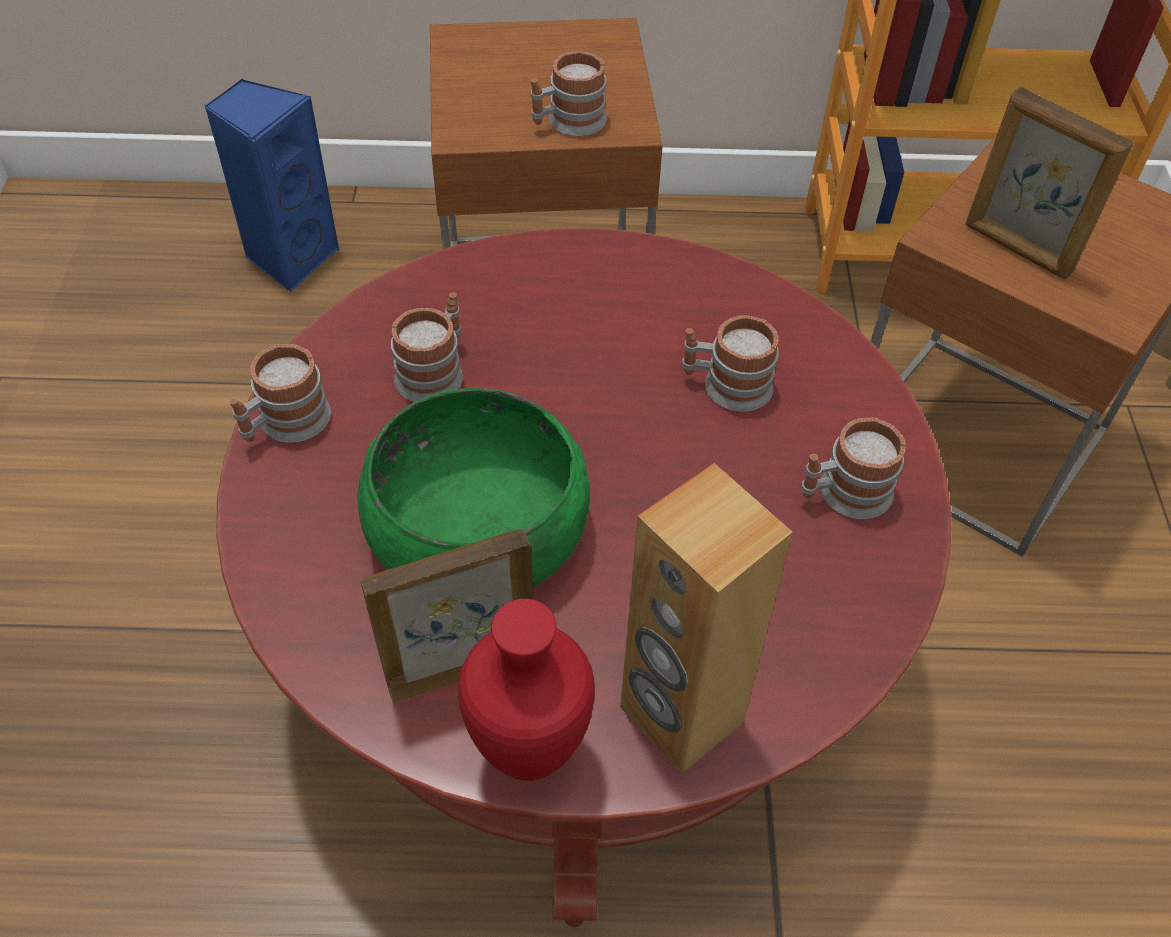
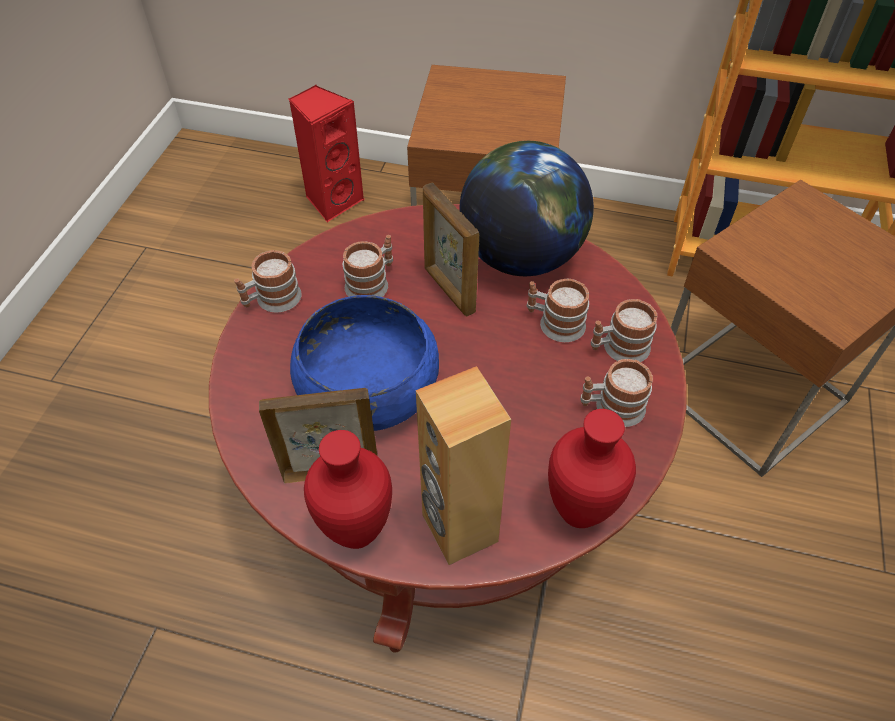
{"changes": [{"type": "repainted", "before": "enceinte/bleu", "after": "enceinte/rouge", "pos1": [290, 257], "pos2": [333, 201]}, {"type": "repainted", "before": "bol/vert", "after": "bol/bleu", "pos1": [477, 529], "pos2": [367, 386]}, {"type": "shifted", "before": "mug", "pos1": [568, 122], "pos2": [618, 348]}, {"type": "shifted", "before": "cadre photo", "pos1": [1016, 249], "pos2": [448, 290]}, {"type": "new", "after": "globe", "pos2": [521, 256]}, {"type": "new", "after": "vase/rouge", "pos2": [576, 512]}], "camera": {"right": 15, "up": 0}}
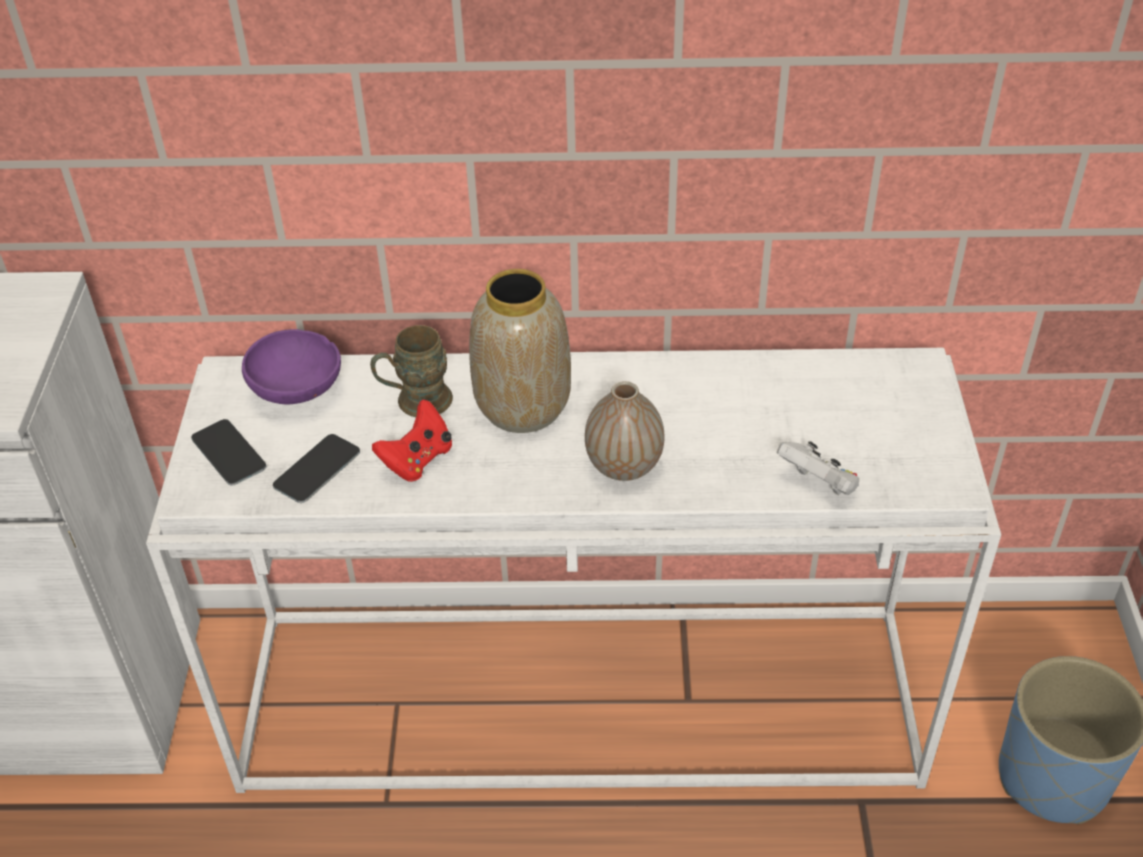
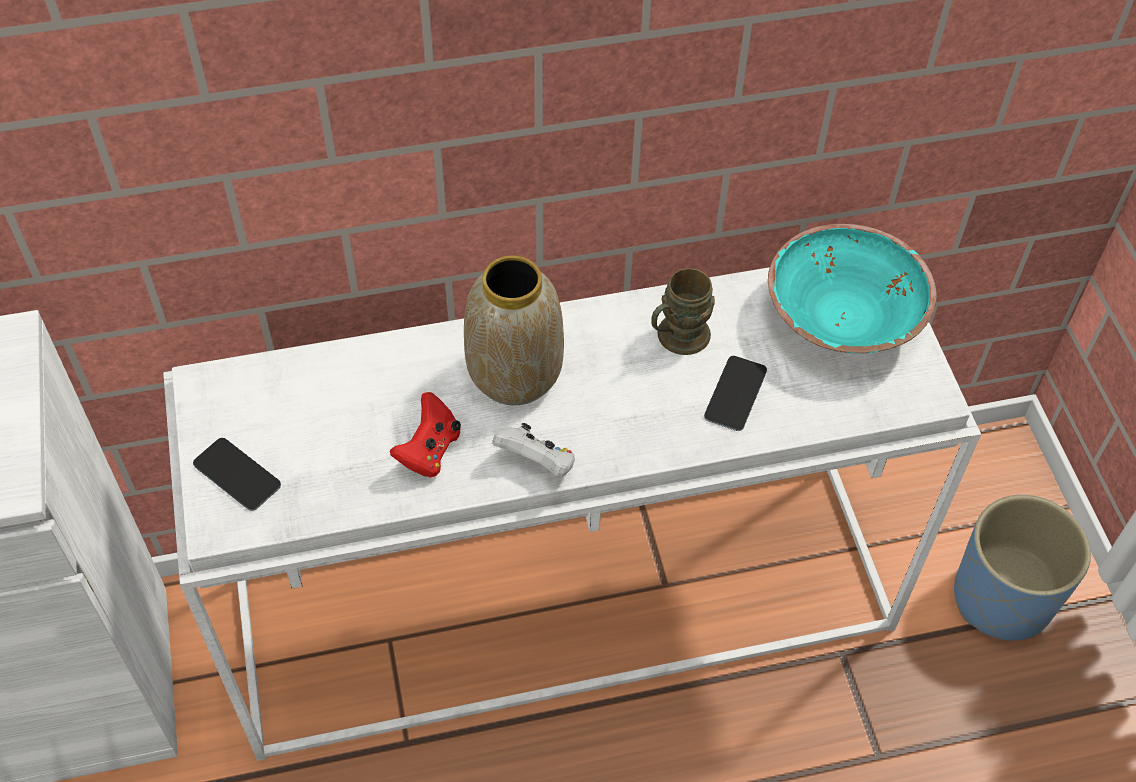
{"changes": [{"type": "gone", "before": "bol/violet", "pos1": [299, 391]}, {"type": "shifted", "before": "téléphone", "pos1": [317, 469], "pos2": [735, 394]}, {"type": "shifted", "before": "mug/marron", "pos1": [415, 403], "pos2": [676, 339]}, {"type": "gone", "before": "vase", "pos1": [624, 466]}, {"type": "shifted", "before": "manette/blanc", "pos1": [819, 485], "pos2": [537, 463]}, {"type": "new", "after": "bol/turquoise", "pos2": [844, 318]}], "camera": {"right": -15, "up": 10}}
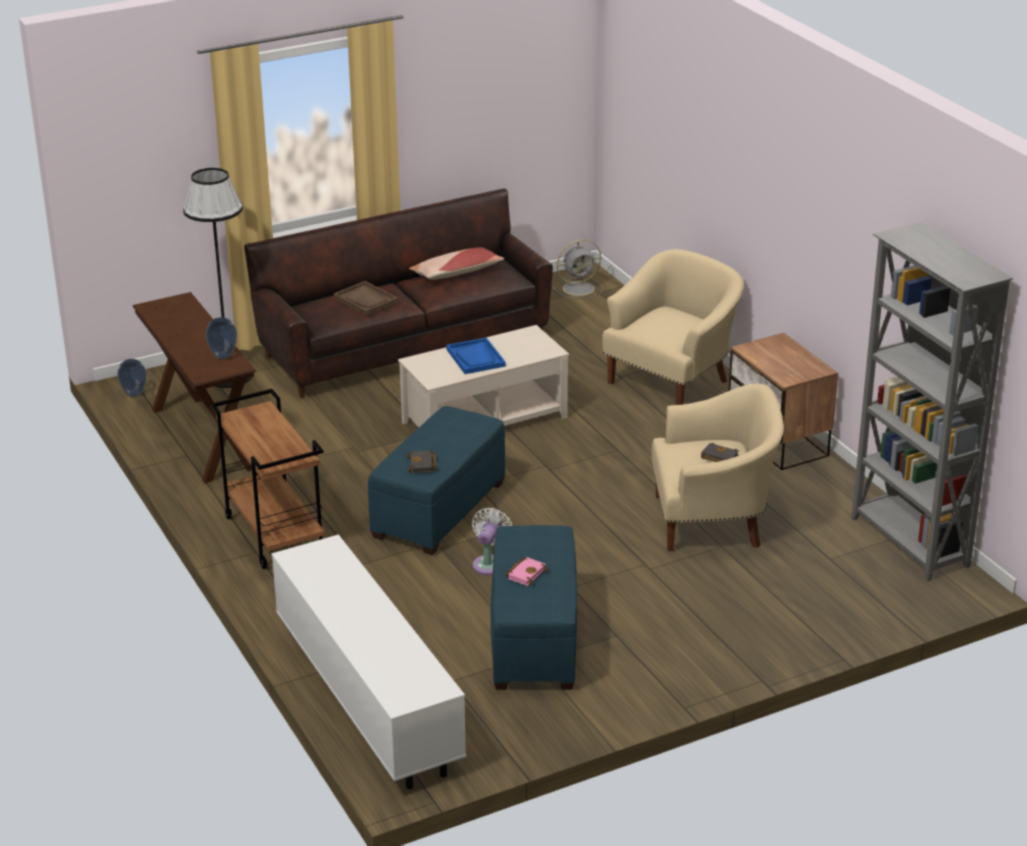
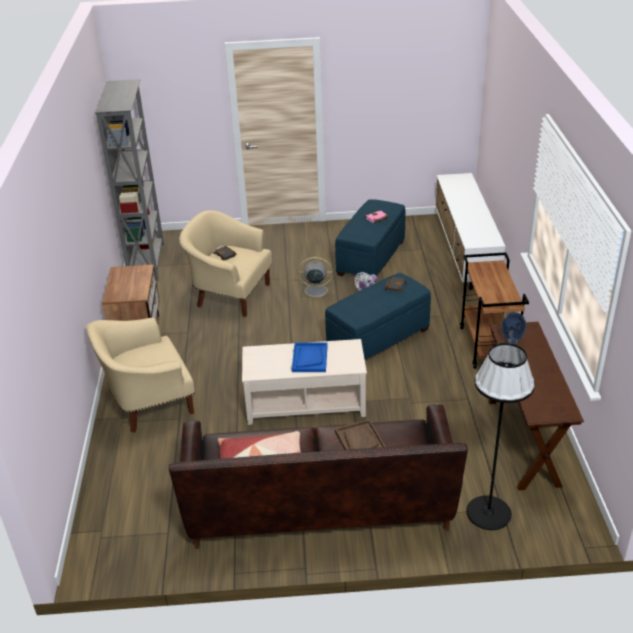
{"changes": [{"type": "gone", "before": "vase", "pos1": [134, 393]}, {"type": "shifted", "before": "ventilateur/gris", "pos1": [580, 288], "pos2": [315, 290]}], "camera": {"right": -155, "up": 5}}
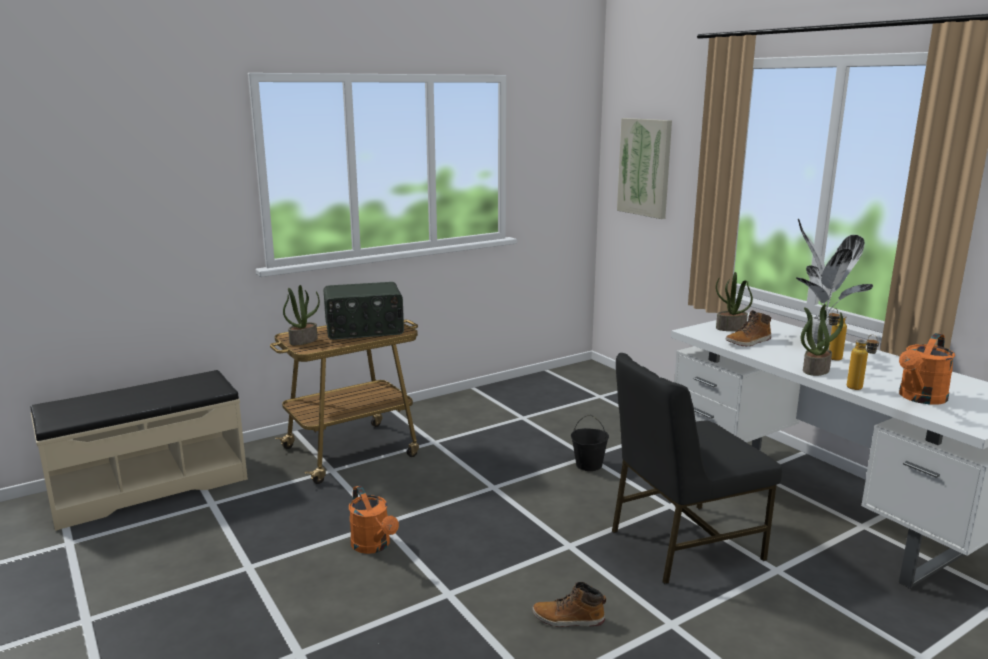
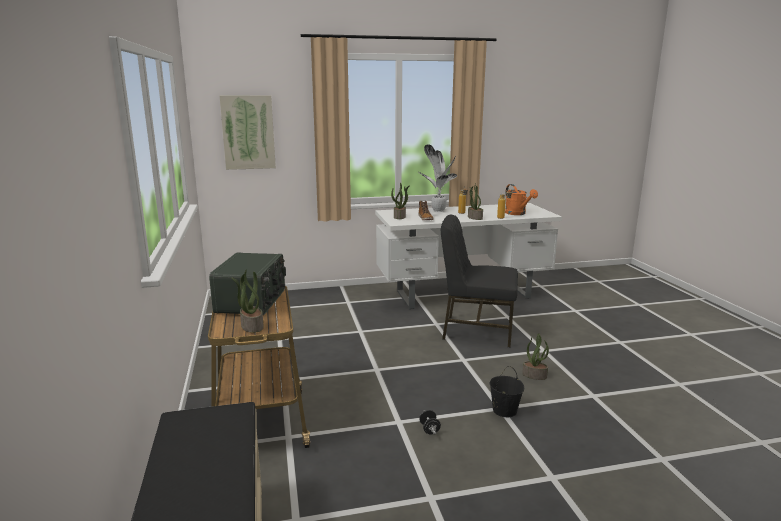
{"changes": [{"type": "swapped", "before": "arrosoir/orange", "after": "haltère/noir", "pos1": [374, 546], "pos2": [429, 429]}, {"type": "swapped", "before": "botte", "after": "plante en pot", "pos1": [568, 619], "pos2": [535, 375]}, {"type": "shifted", "before": "seau/noir", "pos1": [589, 465], "pos2": [504, 410]}, {"type": "rotated", "before": "chaise/noir", "pos1": [682, 544], "pos2": [476, 330], "turn": 105}], "camera": {"right": -70, "up": 0}}
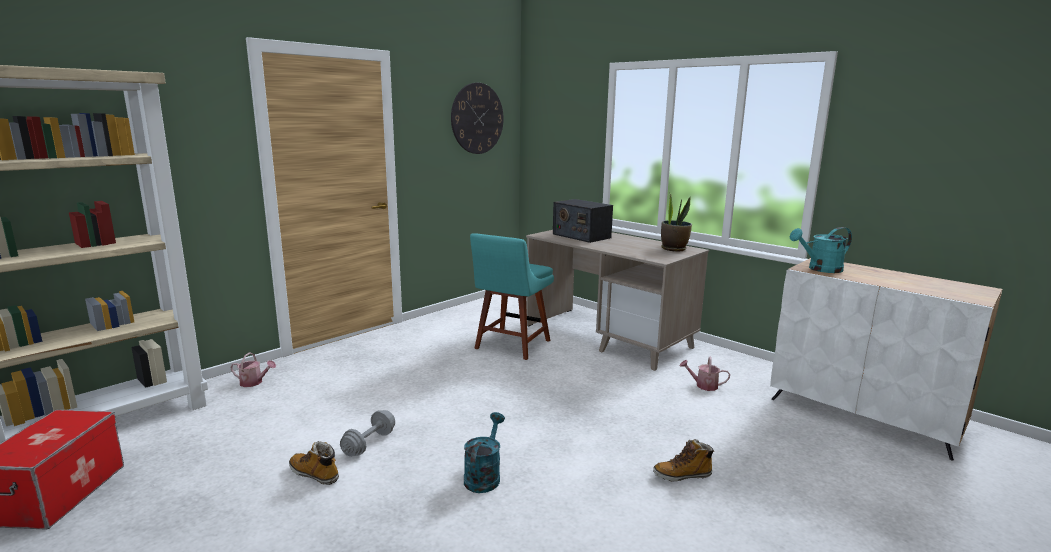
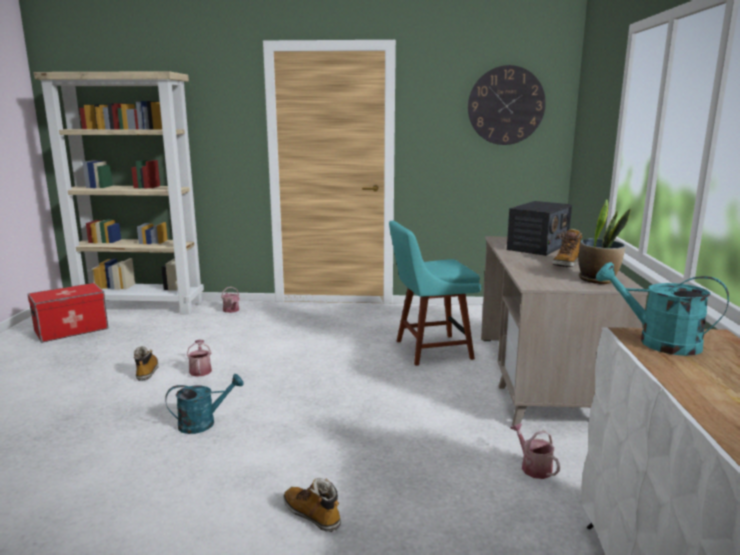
{"changes": [{"type": "swapped", "before": "haltère/gris", "after": "arrosoir", "pos1": [369, 444], "pos2": [200, 370]}, {"type": "rotated", "before": "radio", "pos1": [581, 236], "pos2": [538, 247], "turn": -150}, {"type": "new", "after": "botte", "pos2": [566, 264]}], "camera": {"right": 50, "up": 0}}
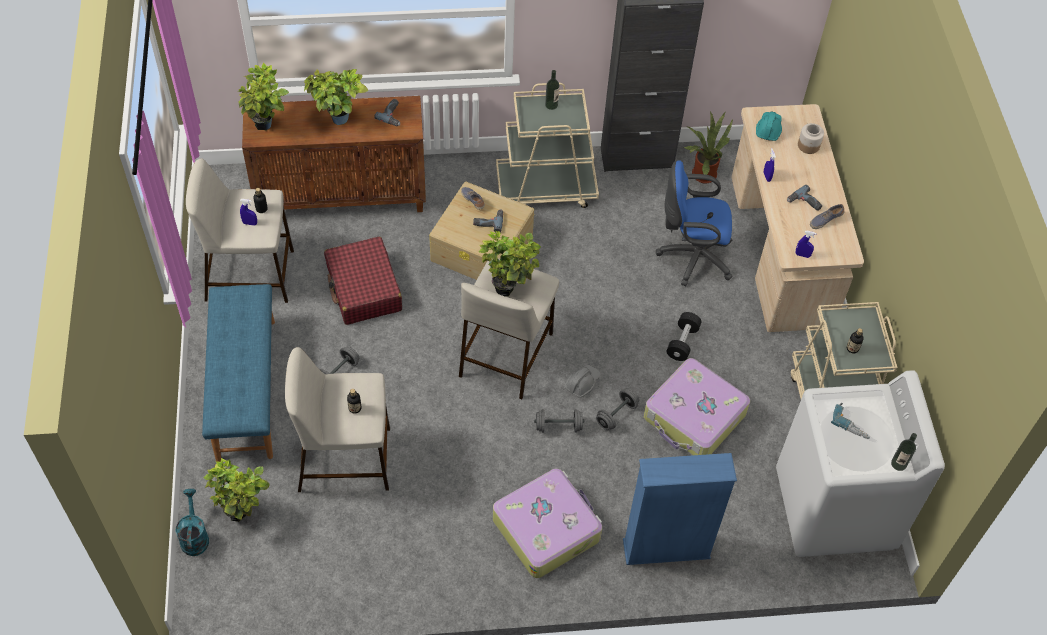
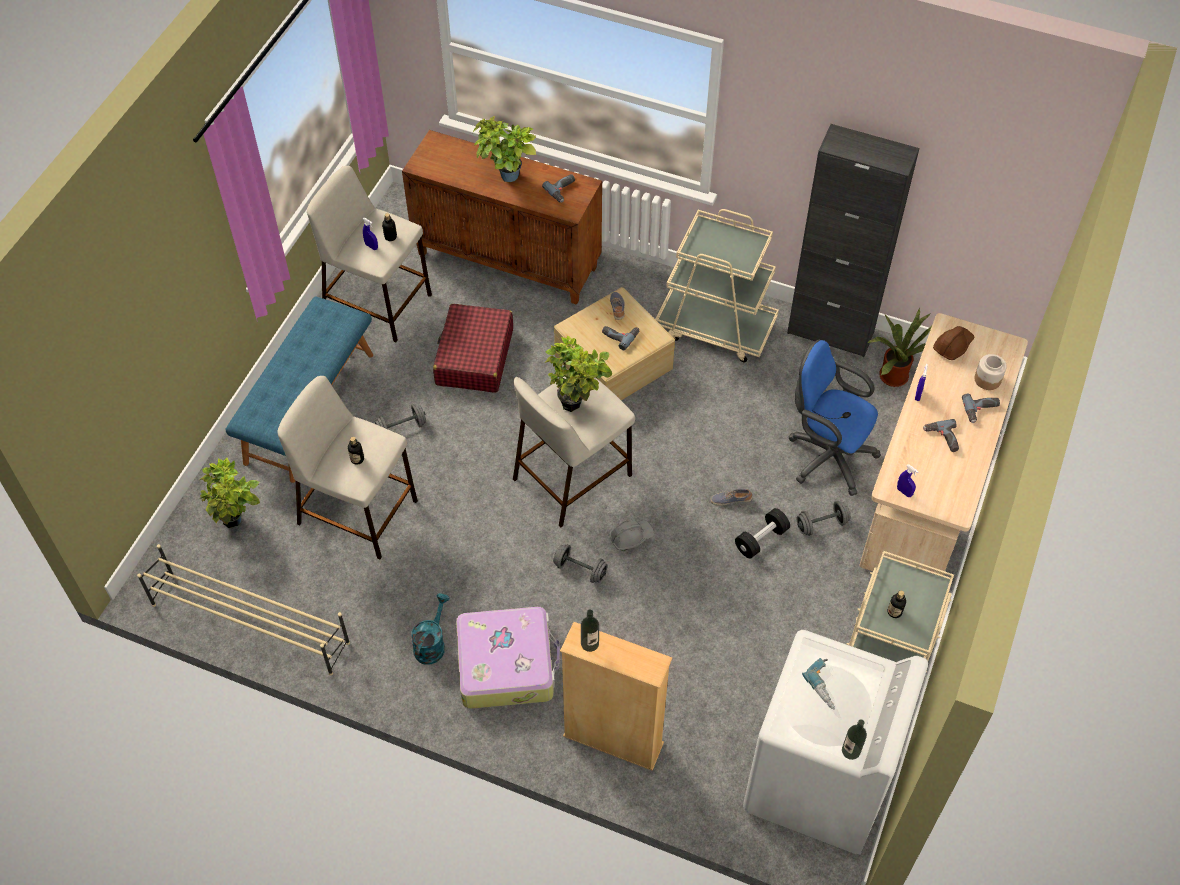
{"changes": [{"type": "shifted", "before": "arrosoir/turquoise", "pos1": [194, 536], "pos2": [431, 643]}, {"type": "gone", "before": "plante en pot", "pos1": [267, 127]}, {"type": "shifted", "before": "bouteille", "pos1": [551, 105], "pos2": [589, 643]}, {"type": "shifted", "before": "haltère/gris", "pos1": [616, 415], "pos2": [821, 524]}, {"type": "repainted", "before": "bibliothèque/bleu", "after": "bibliothèque/beige", "pos1": [666, 549], "pos2": [613, 740]}, {"type": "gone", "before": "valise", "pos1": [694, 417]}, {"type": "repainted", "before": "casque de chantier/turquoise", "after": "casque de chantier/marron", "pos1": [768, 129], "pos2": [952, 346]}, {"type": "shifted", "before": "chaussure", "pos1": [825, 220], "pos2": [730, 500]}, {"type": "new", "after": "étagère à chaussures/beige", "pos2": [249, 623]}, {"type": "new", "after": "perceuse", "pos2": [981, 411]}], "camera": {"right": 30, "up": 0}}
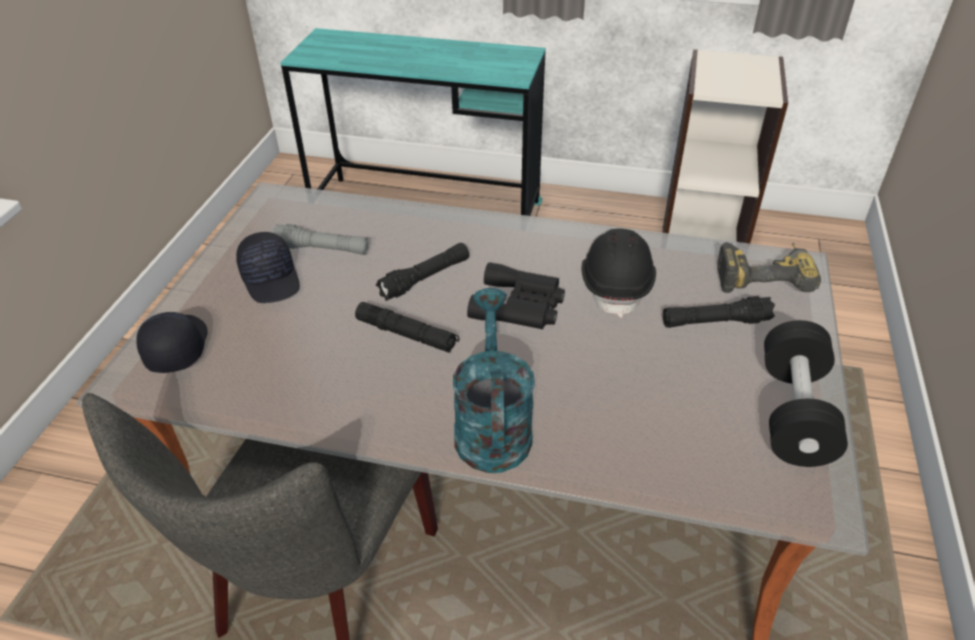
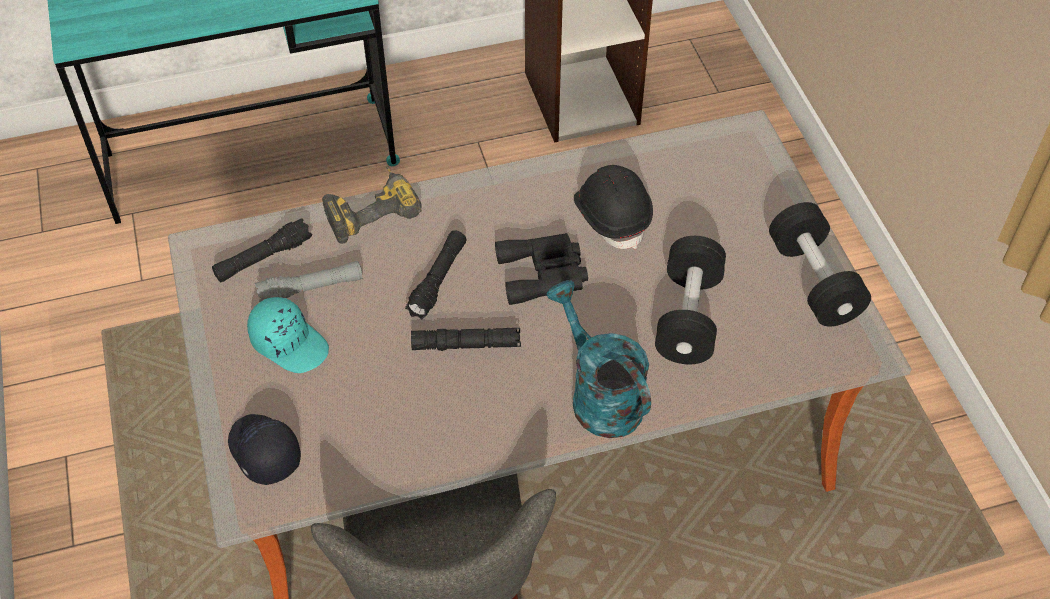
{"changes": [{"type": "repainted", "before": "casquette/noir", "after": "casquette/turquoise", "pos1": [272, 279], "pos2": [290, 343]}, {"type": "shifted", "before": "lampe de poche/noir", "pos1": [715, 322], "pos2": [263, 258]}, {"type": "shifted", "before": "perceuse", "pos1": [762, 275], "pos2": [370, 210]}, {"type": "new", "after": "haltère/noir", "pos2": [688, 316]}], "camera": {"right": -30, "up": 10}}
